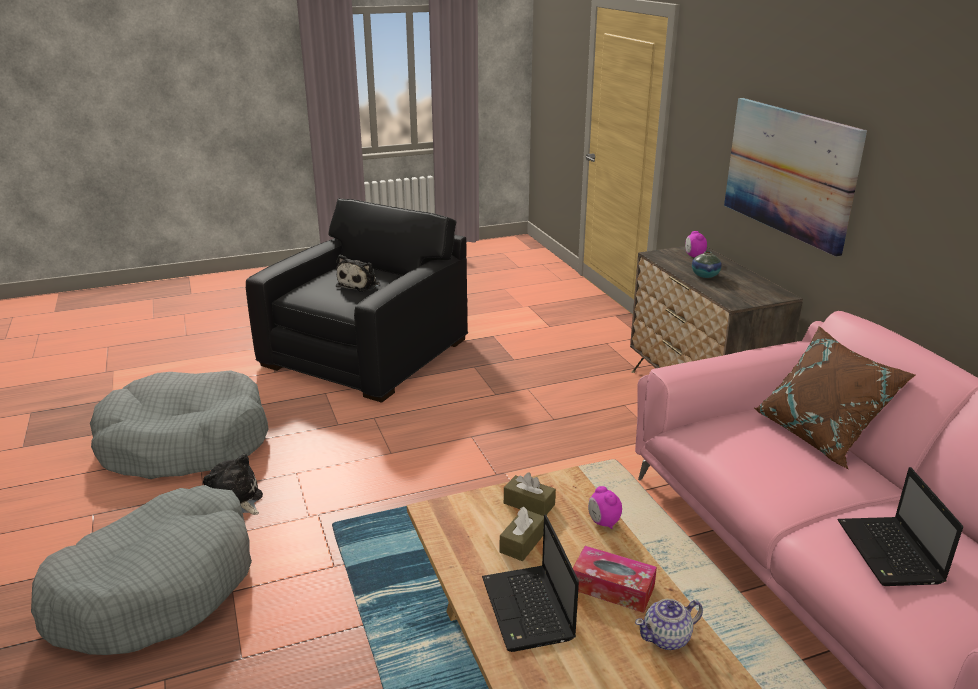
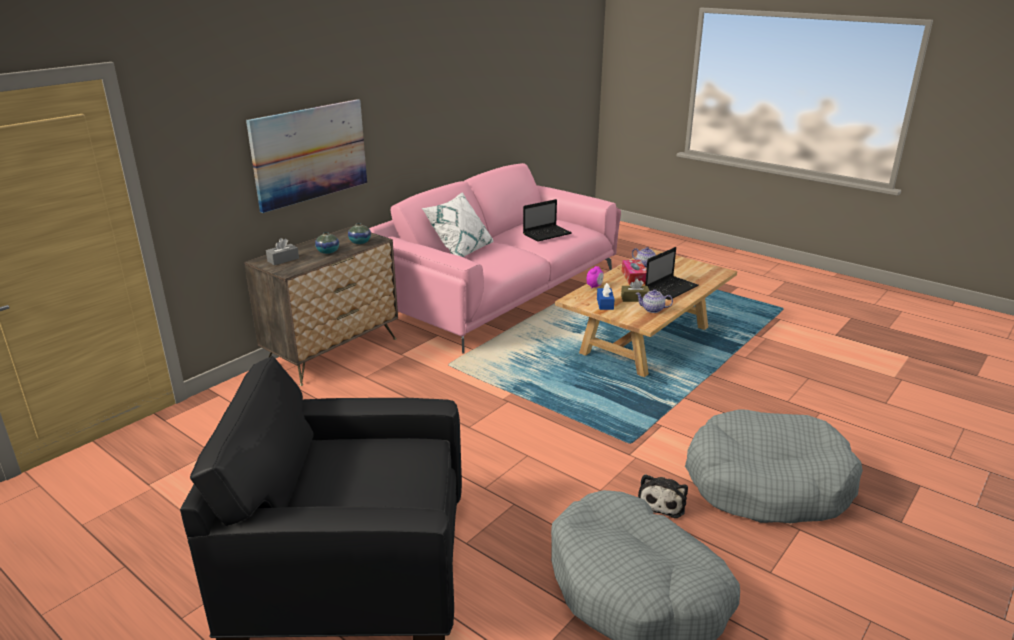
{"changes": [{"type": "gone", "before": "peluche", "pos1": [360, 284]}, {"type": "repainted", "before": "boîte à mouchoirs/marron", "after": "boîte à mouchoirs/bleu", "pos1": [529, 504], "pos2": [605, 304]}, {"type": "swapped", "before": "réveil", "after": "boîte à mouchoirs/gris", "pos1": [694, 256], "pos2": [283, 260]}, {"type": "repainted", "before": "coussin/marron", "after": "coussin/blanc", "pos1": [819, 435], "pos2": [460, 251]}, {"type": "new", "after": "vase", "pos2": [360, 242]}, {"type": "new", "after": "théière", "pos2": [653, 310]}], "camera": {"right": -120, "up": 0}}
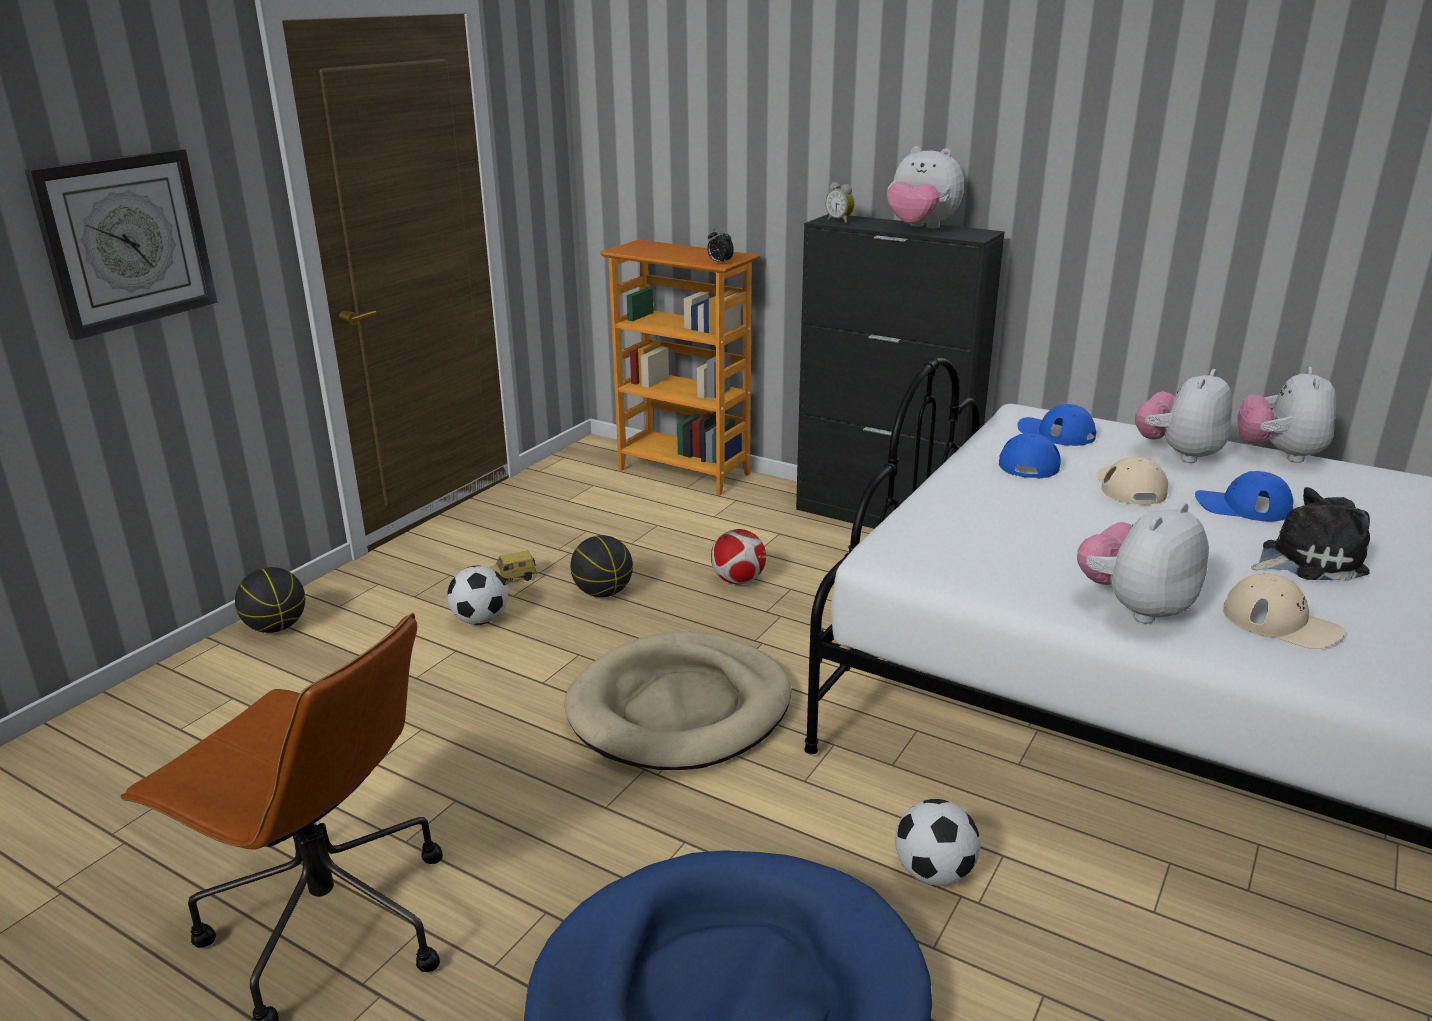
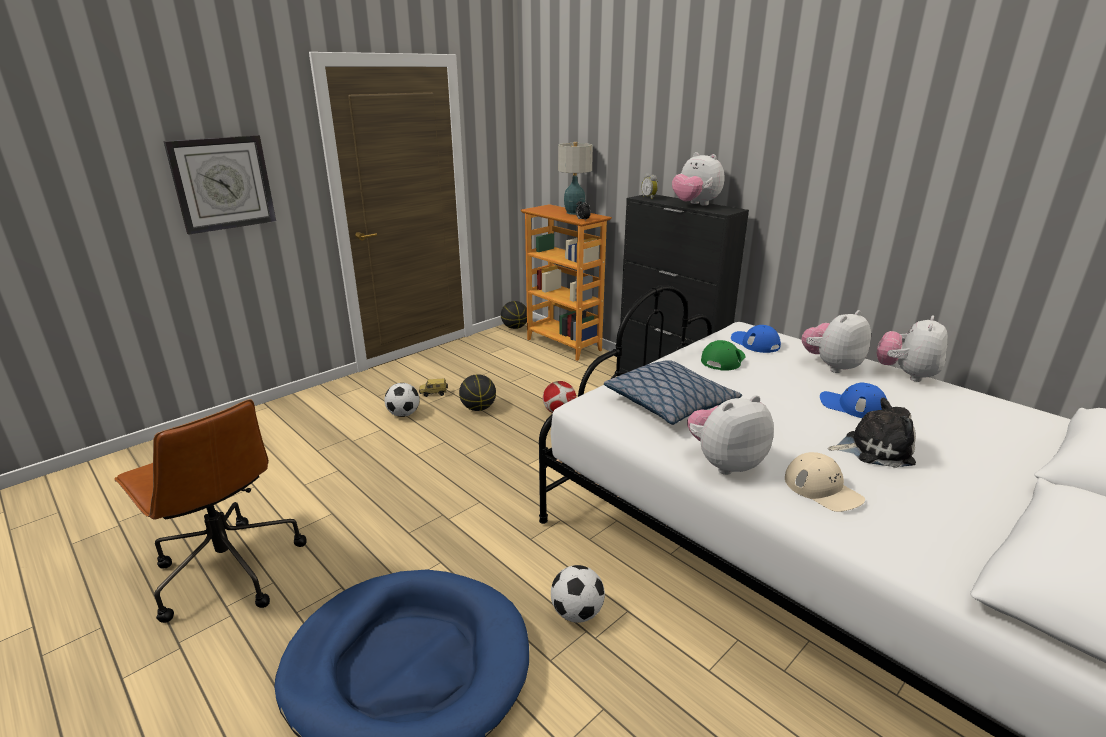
{"changes": [{"type": "shifted", "before": "ballon de basket", "pos1": [276, 627], "pos2": [514, 327]}, {"type": "gone", "before": "panier pour chien/beige", "pos1": [680, 708]}, {"type": "repainted", "before": "casquette/bleu", "after": "casquette/vert", "pos1": [1030, 462], "pos2": [723, 359]}, {"type": "gone", "before": "casquette/beige", "pos1": [1129, 487]}, {"type": "new", "after": "lampe de table", "pos2": [573, 213]}, {"type": "new", "after": "coussin", "pos2": [670, 404]}], "camera": {"right": 15, "up": 0}}
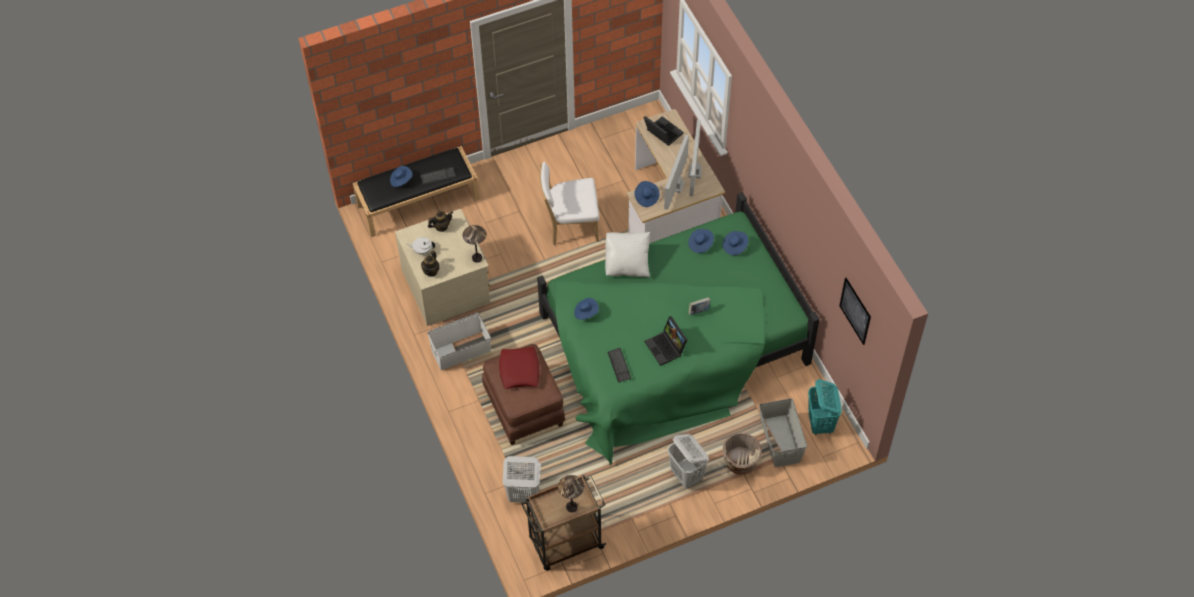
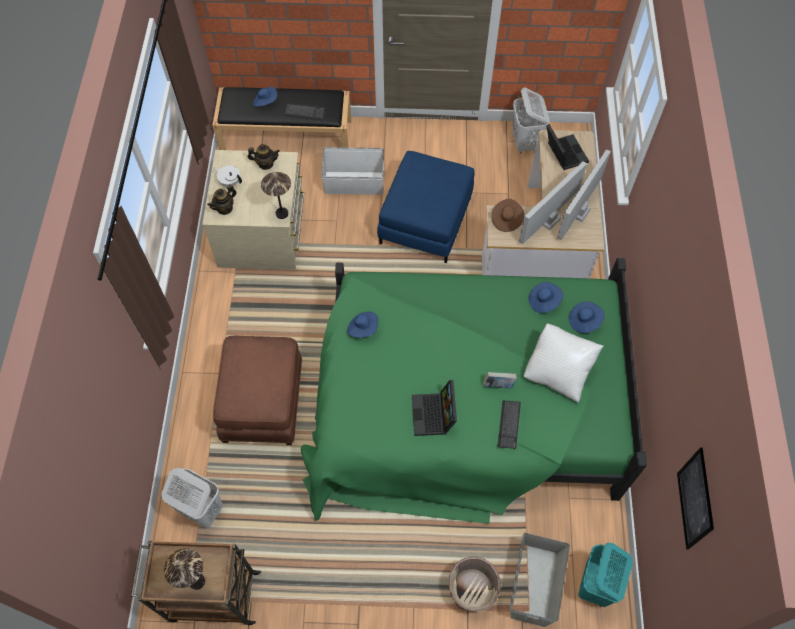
{"changes": [{"type": "shifted", "before": "boîte de rangement/blanc", "pos1": [460, 350], "pos2": [353, 182]}, {"type": "gone", "before": "coussin/rouge", "pos1": [519, 370]}, {"type": "swapped", "before": "chaise/blanc", "after": "pouf/bleu", "pos1": [570, 226], "pos2": [425, 220]}, {"type": "shifted", "before": "coussin/blanc", "pos1": [627, 263], "pos2": [558, 371]}, {"type": "shifted", "before": "clavier", "pos1": [619, 365], "pos2": [509, 425]}, {"type": "repainted", "before": "chapeau/bleu", "after": "chapeau/marron", "pos1": [646, 197], "pos2": [506, 220]}, {"type": "shifted", "before": "panier à linge/blanc", "pos1": [686, 476], "pos2": [525, 143]}], "camera": {"right": 25, "up": 5}}
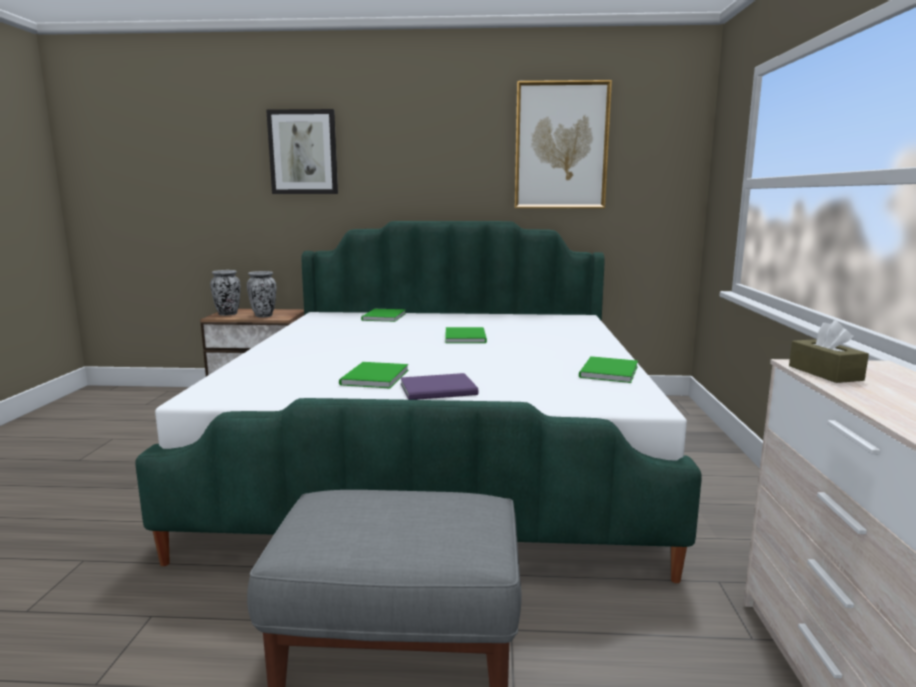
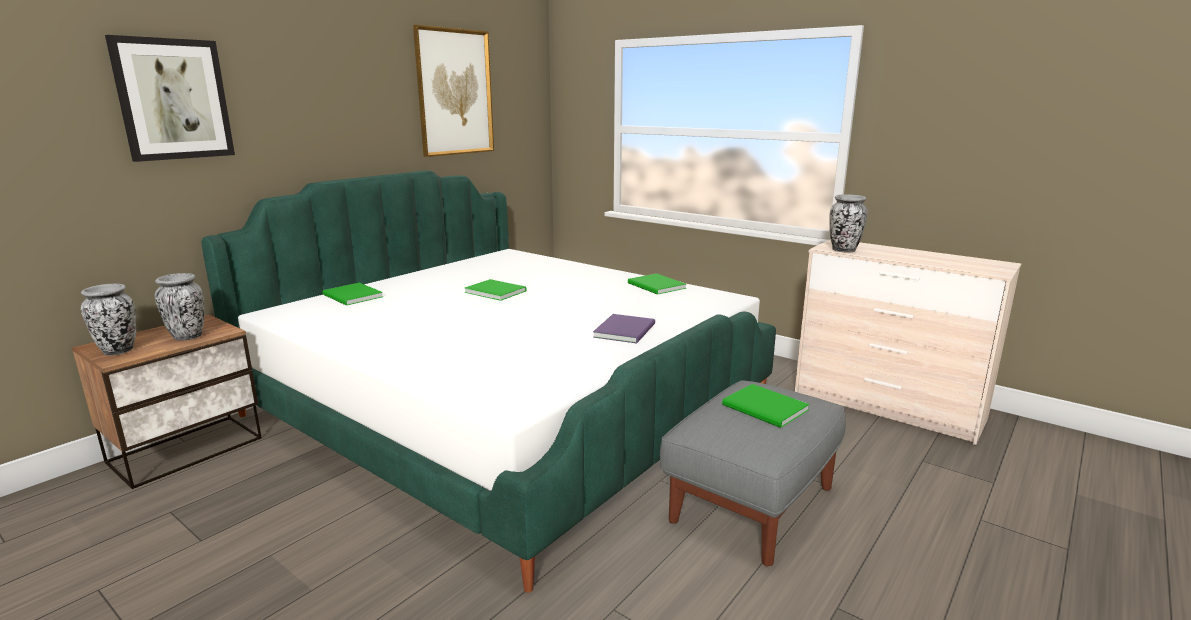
{"changes": [{"type": "shifted", "before": "livre/vert", "pos1": [372, 378], "pos2": [766, 409]}, {"type": "swapped", "before": "boîte à mouchoirs/marron", "after": "vase", "pos1": [825, 373], "pos2": [843, 250]}], "camera": {"right": -55, "up": 5}}
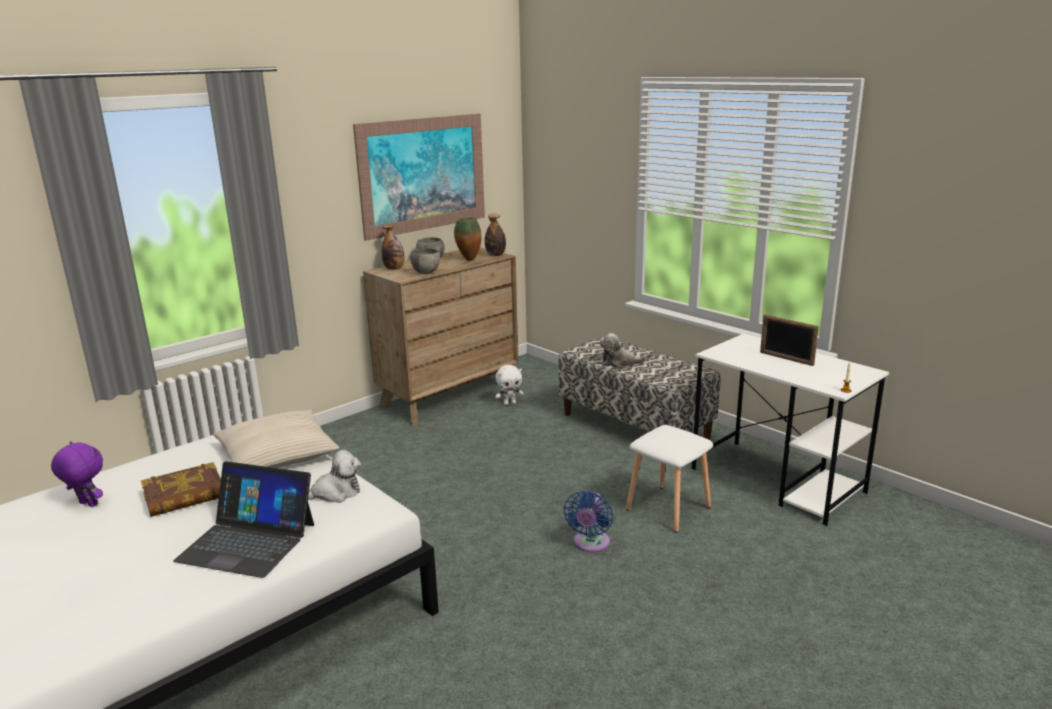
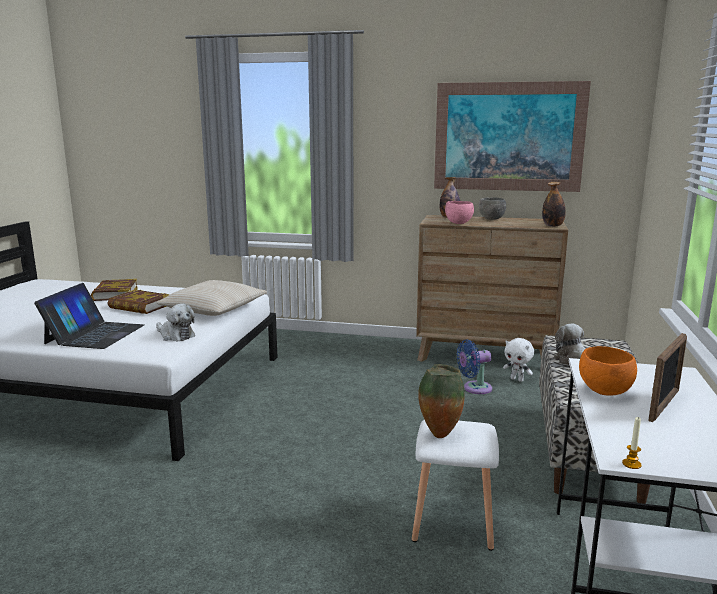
{"changes": [{"type": "swapped", "before": "peluche/violet", "after": "livre", "pos1": [87, 504], "pos2": [115, 294]}, {"type": "rotated", "before": "ordinateur portable", "pos1": [247, 541], "pos2": [94, 334], "turn": -150}, {"type": "repainted", "before": "bol/gris", "after": "bol/rose", "pos1": [426, 272], "pos2": [459, 223]}, {"type": "shifted", "before": "vase", "pos1": [468, 260], "pos2": [439, 434]}, {"type": "shifted", "before": "ventilateur/bleu", "pos1": [590, 544], "pos2": [474, 388]}, {"type": "rotated", "before": "cadre photo", "pos1": [786, 359], "pos2": [664, 405], "turn": -150}, {"type": "new", "after": "bol/orange", "pos2": [605, 392]}], "camera": {"right": 55, "up": -5}}
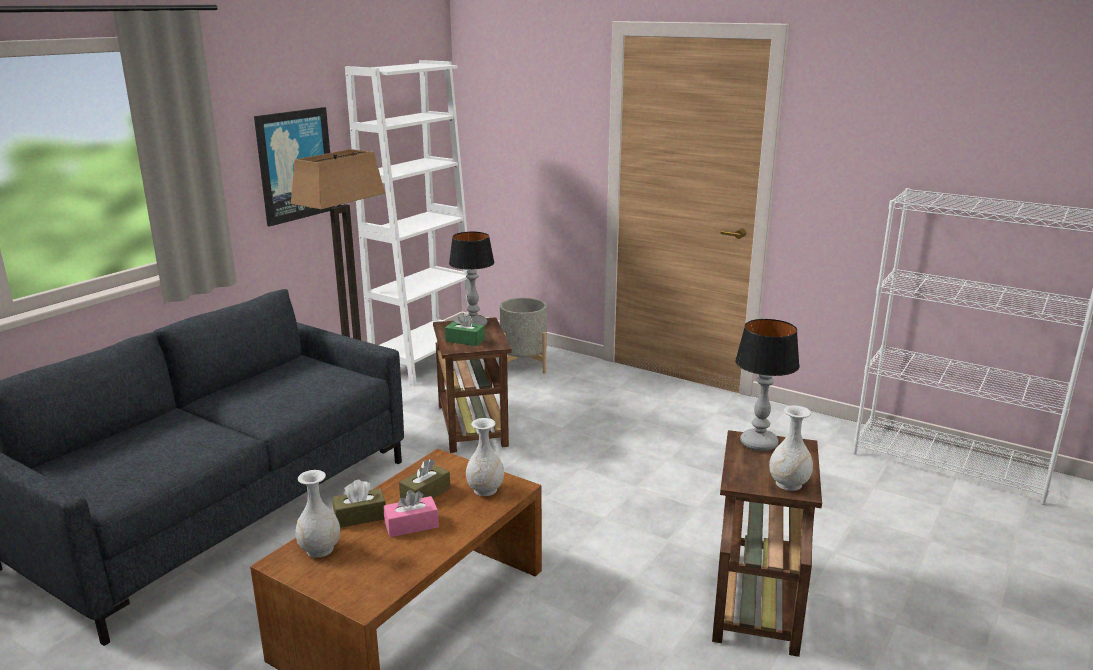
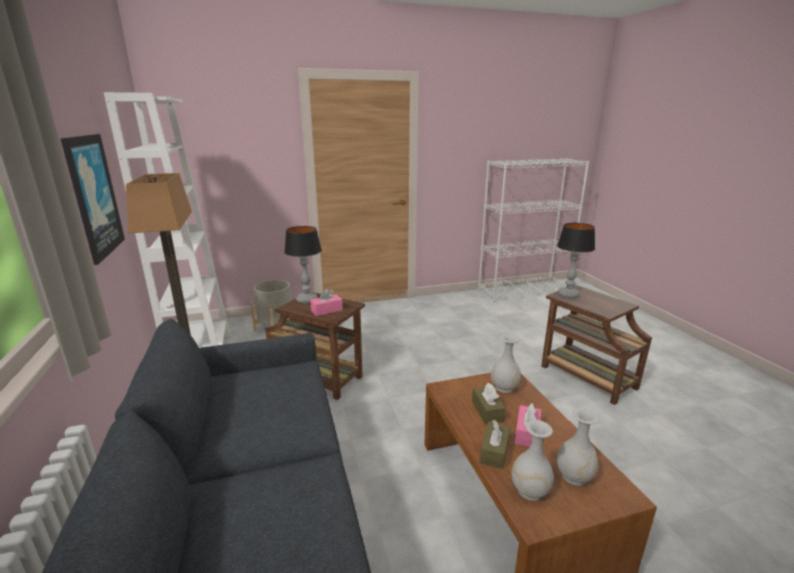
{"changes": [{"type": "repainted", "before": "boîte à mouchoirs/vert", "after": "boîte à mouchoirs/rose", "pos1": [465, 340], "pos2": [326, 310]}, {"type": "shifted", "before": "vase/blanc", "pos1": [789, 484], "pos2": [574, 476]}], "camera": {"right": -50, "up": 0}}
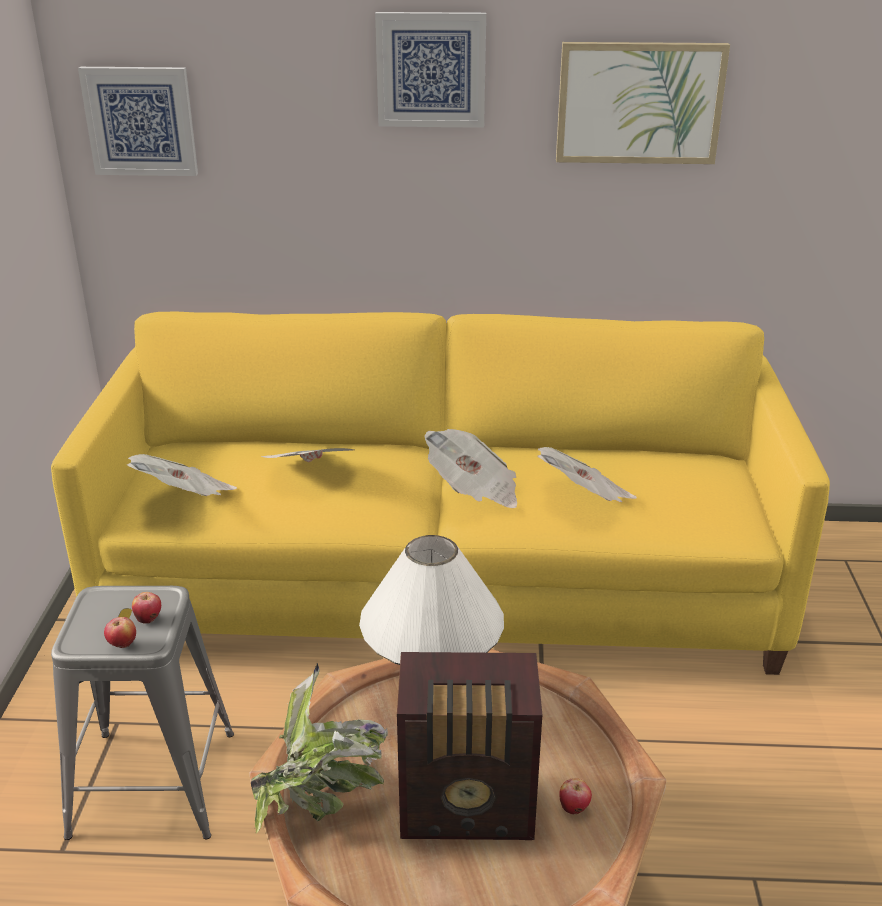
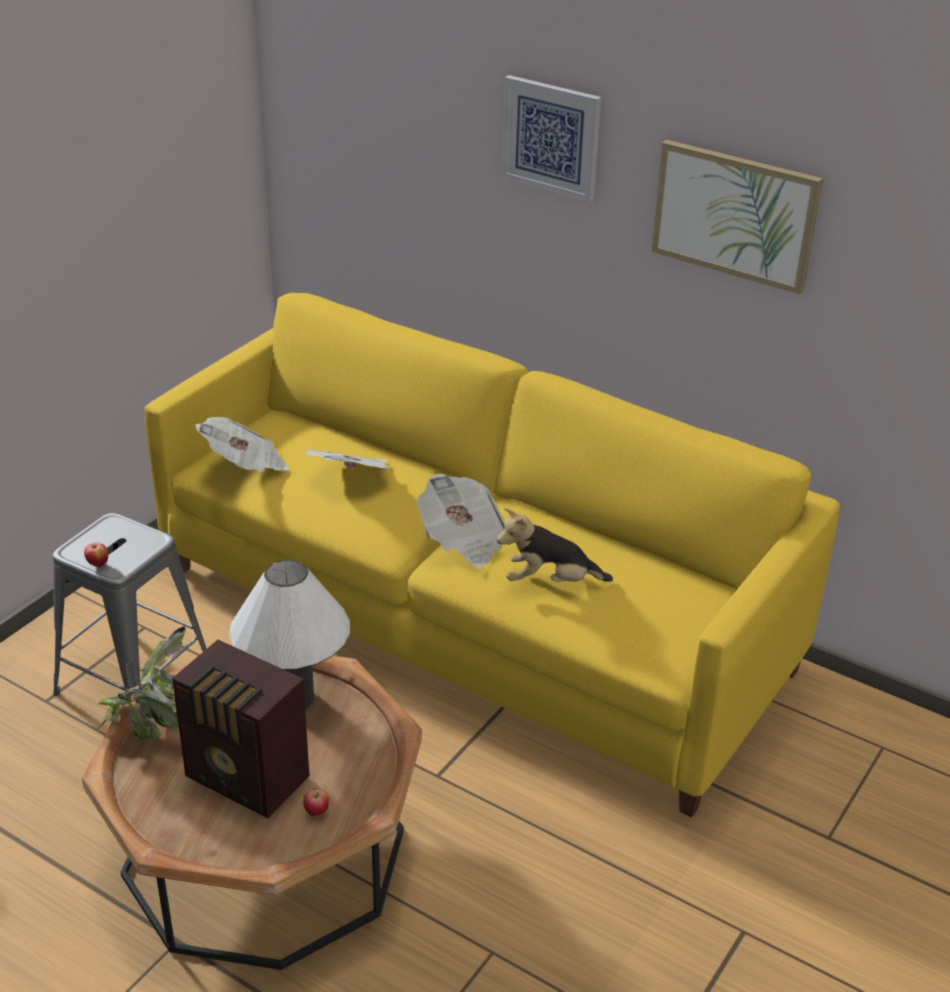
{"changes": [{"type": "gone", "before": "tableau", "pos1": [140, 121]}, {"type": "gone", "before": "pomme", "pos1": [149, 619]}, {"type": "swapped", "before": "journal", "after": "peluche", "pos1": [585, 498], "pos2": [550, 582]}], "camera": {"right": 30, "up": 5}}
